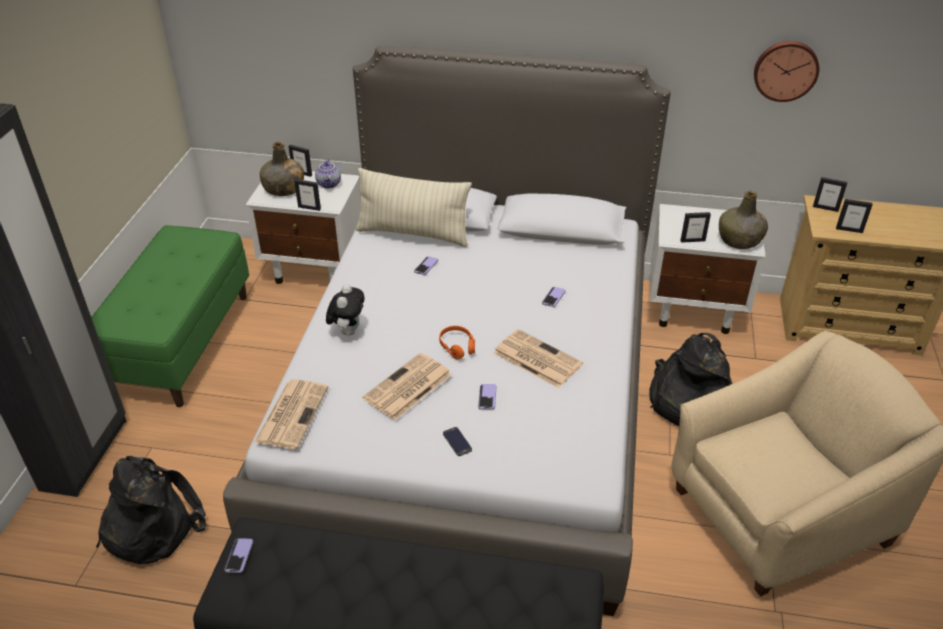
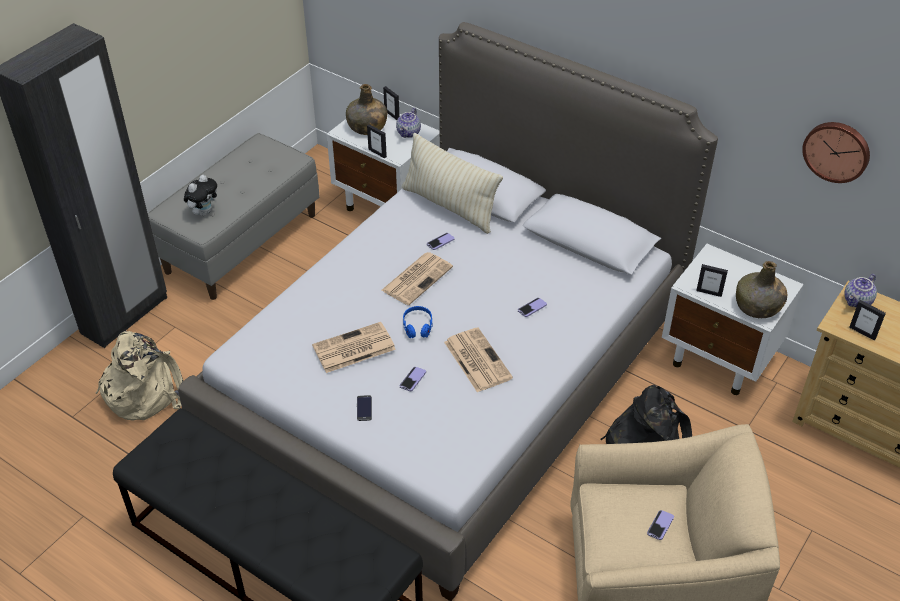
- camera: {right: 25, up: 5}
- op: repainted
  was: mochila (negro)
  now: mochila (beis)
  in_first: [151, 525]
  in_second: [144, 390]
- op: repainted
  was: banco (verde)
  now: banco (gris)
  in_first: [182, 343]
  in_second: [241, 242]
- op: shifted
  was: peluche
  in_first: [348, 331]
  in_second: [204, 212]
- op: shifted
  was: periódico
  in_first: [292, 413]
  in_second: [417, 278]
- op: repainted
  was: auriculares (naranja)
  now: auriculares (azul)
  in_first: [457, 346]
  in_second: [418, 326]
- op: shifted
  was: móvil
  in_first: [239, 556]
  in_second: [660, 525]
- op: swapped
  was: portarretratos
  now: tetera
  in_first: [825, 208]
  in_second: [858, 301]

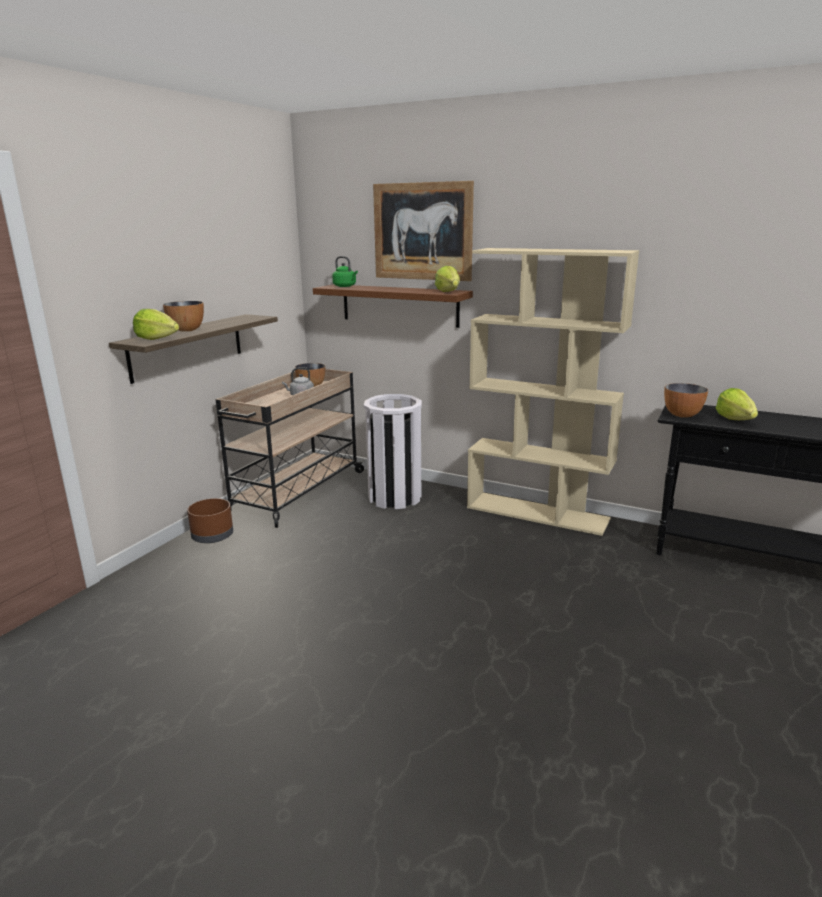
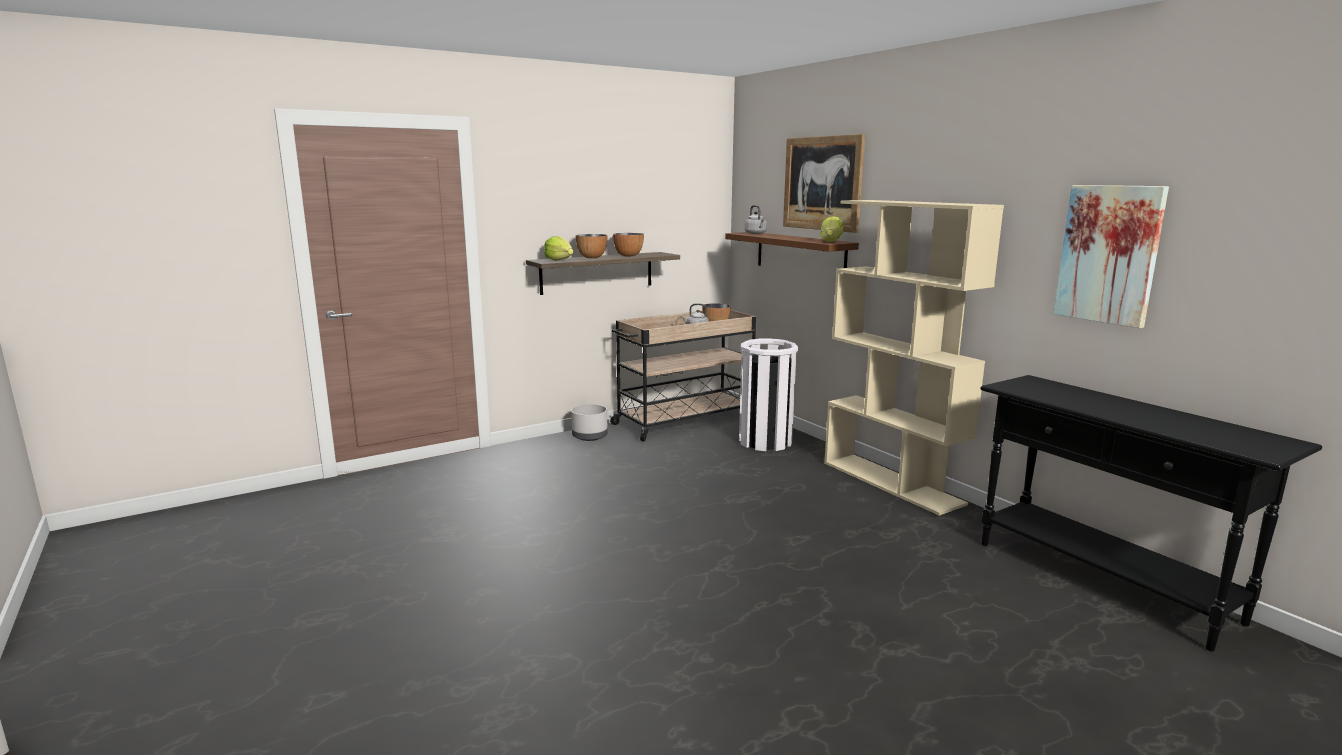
- camera: {right: 30, up: -5}
- op: repainted
  was: maceta (marrón)
  now: maceta (gris)
  in_first: [213, 536]
  in_second: [590, 436]
- op: shifted
  was: cuenco
  in_first: [682, 415]
  in_second: [628, 255]
- op: repainted
  was: hervidor (verde)
  now: hervidor (gris)
  in_first: [345, 286]
  in_second: [756, 233]
- op: new
  now: cuadro
  in_second: [1109, 254]
- op: gone
  was: lechuga
  in_first: [735, 419]

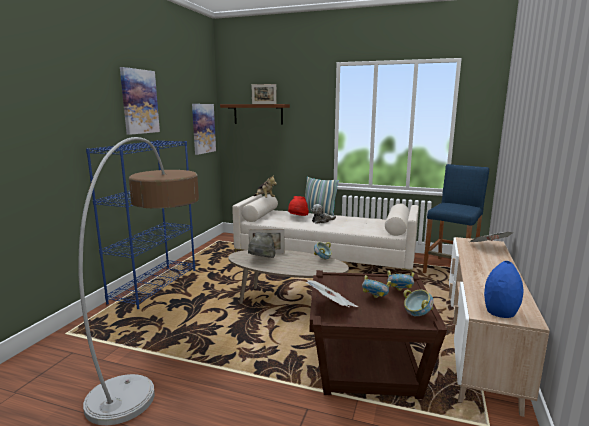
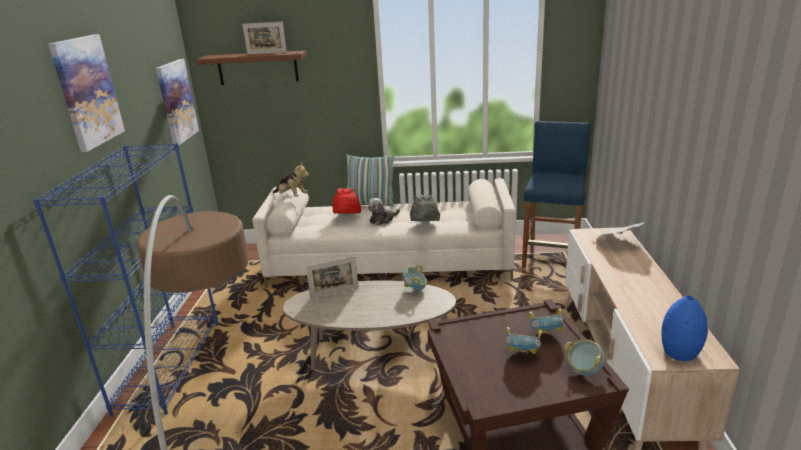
- camera: {right: -15, up: 10}
- op: shifted
  was: sombrero (gris)
  in_first: [261, 260]
  in_second: [425, 225]
- op: gone
  was: periódico
  in_first: [331, 306]

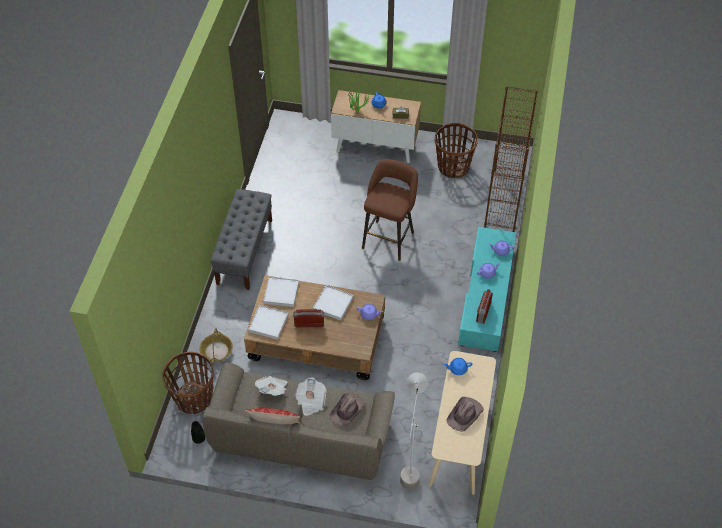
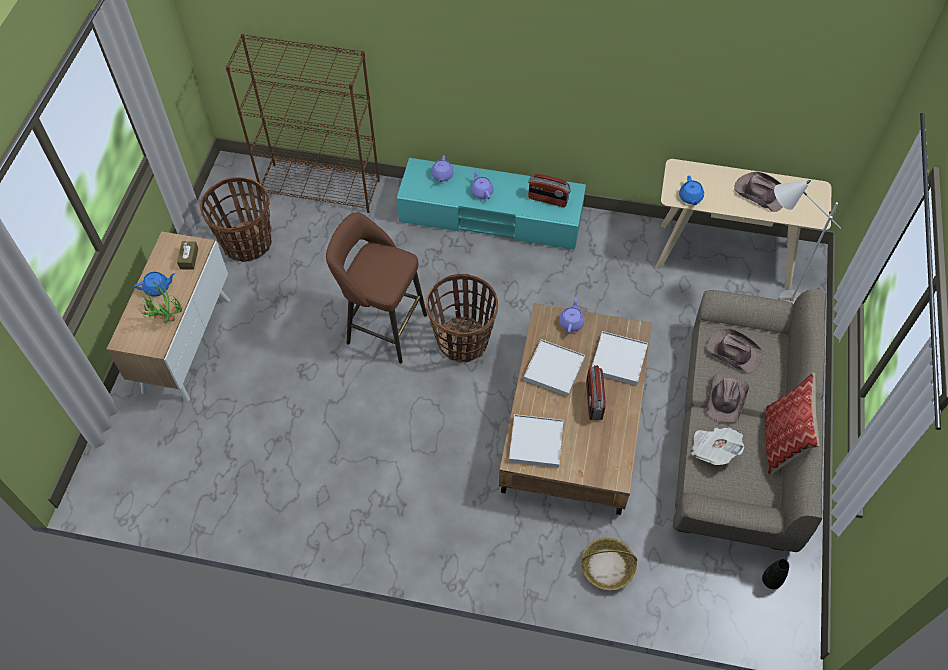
- camera: {right: -90, up: 5}
- op: shifted
  was: cesta
  in_first: [194, 399]
  in_second: [463, 341]
- op: shifted
  was: bandeja (blanco)
  in_first: [268, 323]
  in_second: [618, 359]
- op: swapped
  was: periódico
  now: sombrero (marrón)
  in_first: [311, 401]
  in_second: [726, 398]
- op: gone
  was: banco (gris)
  in_first: [244, 251]

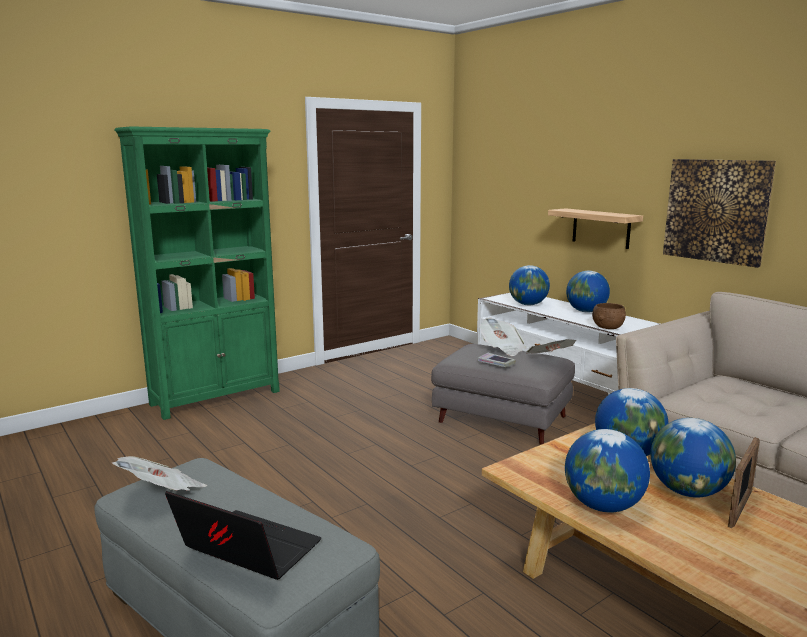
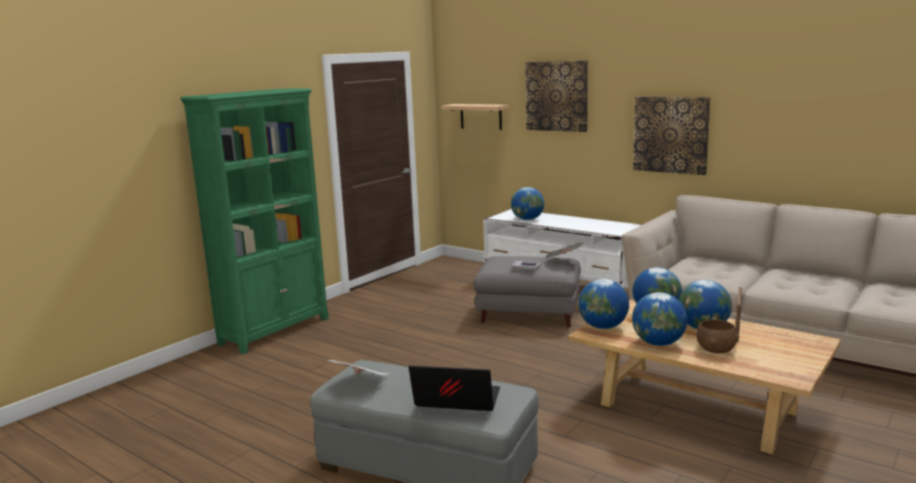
- camera: {right: -15, up: 0}
- op: shifted
  was: estante
  in_first: [601, 228]
  in_second: [481, 116]
- op: new
  now: cuadro
  in_second: [557, 96]
- op: shifted
  was: globo terráqueo
  in_first: [586, 311]
  in_second: [603, 327]
- op: shifted
  was: cuenco (marrón)
  in_first: [608, 327]
  in_second: [716, 350]
- op: gone
  was: periódico
  in_first: [502, 349]

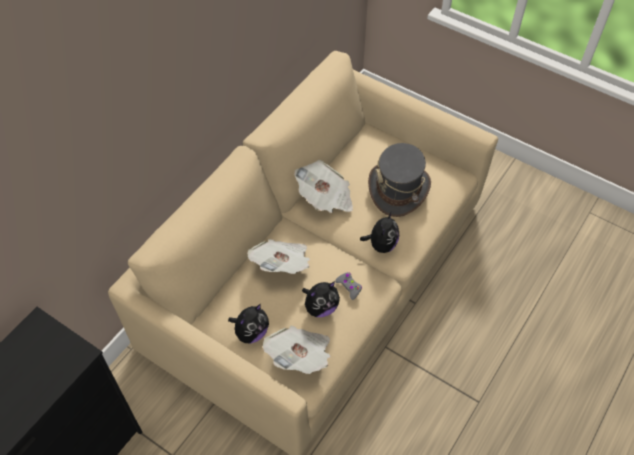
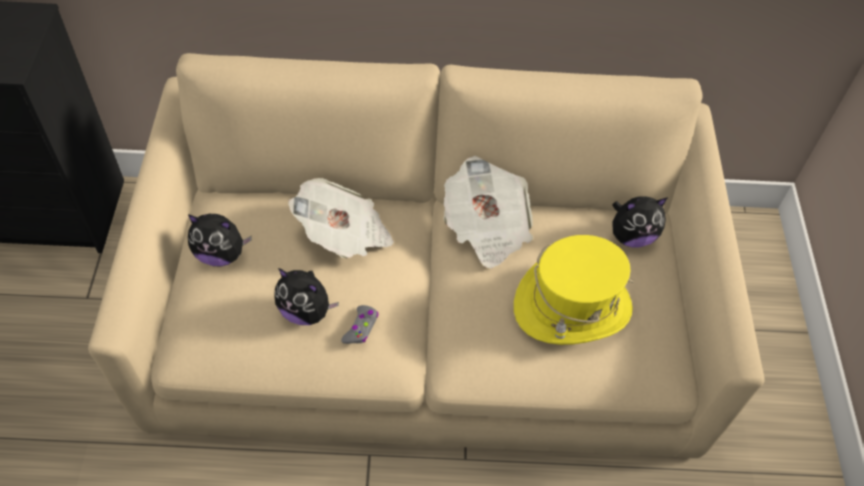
- camera: {right: 55, up: 0}
- op: repainted
  was: sombrero (gris)
  now: sombrero (amarillo)
  in_first: [398, 189]
  in_second: [572, 307]
- op: shifted
  was: peluche
  in_first: [381, 245]
  in_second: [631, 236]
- op: gone
  was: periódico
  in_first: [300, 356]

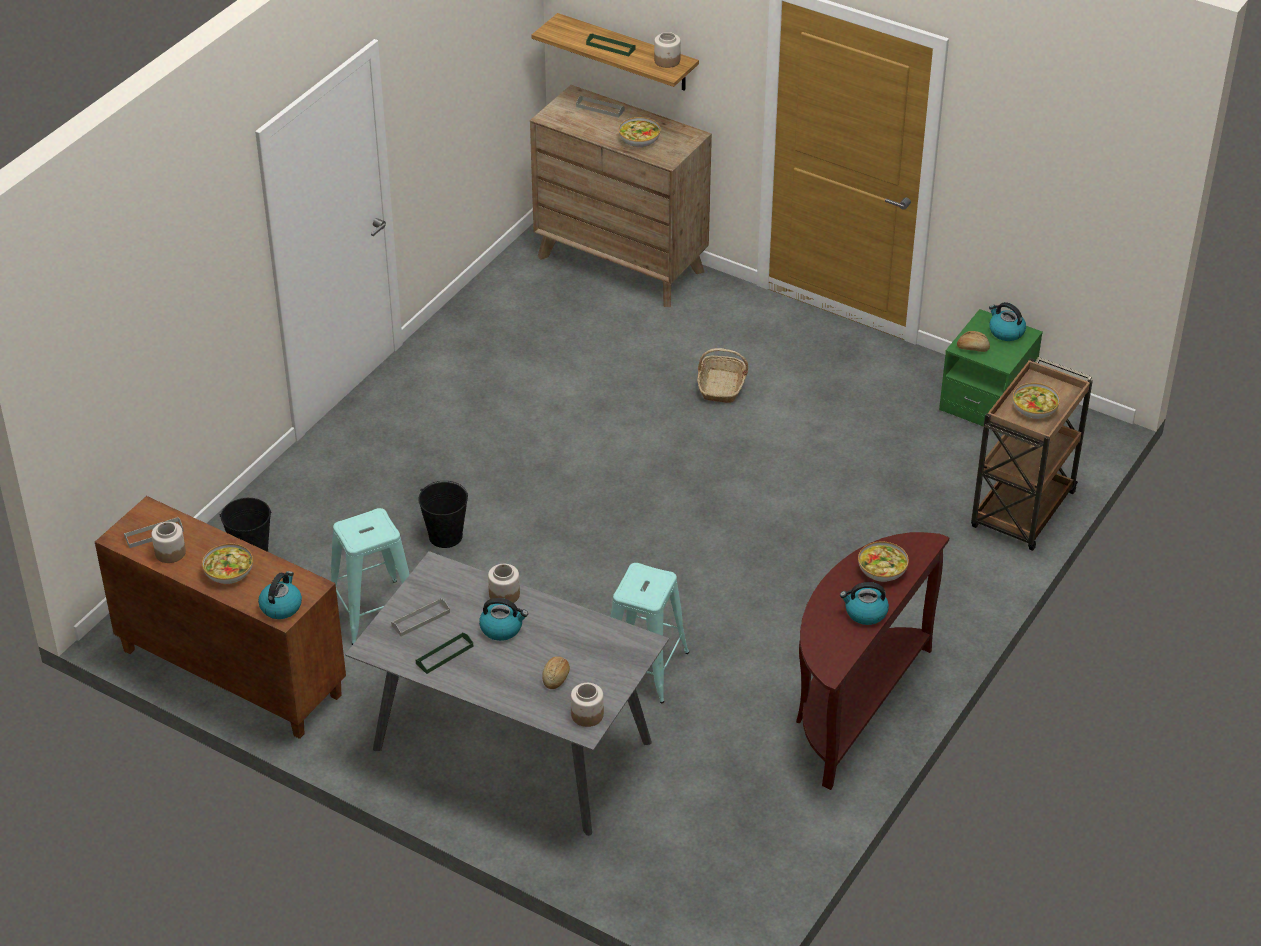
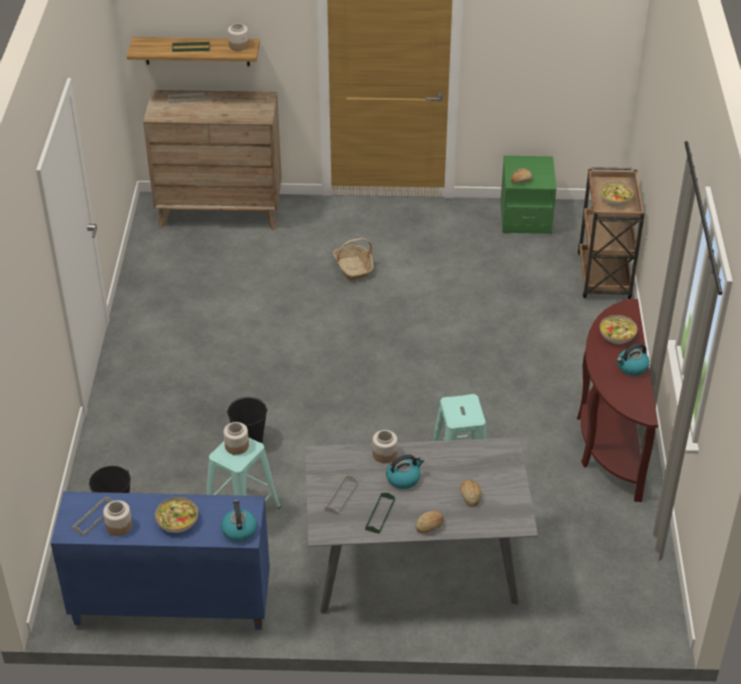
- camera: {right: -30, up: 0}
- op: repainted
  was: armario (marrón)
  now: armario (azul)
  in_first: [229, 673]
  in_second: [170, 605]
- op: shifted
  was: tarro
  in_first: [587, 715]
  in_second: [236, 446]
- op: new
  now: pan
  in_second: [430, 526]
- op: gone
  was: cuenco
  in_first: [639, 140]
- op: gone
  was: hervidor
  in_first: [1005, 332]

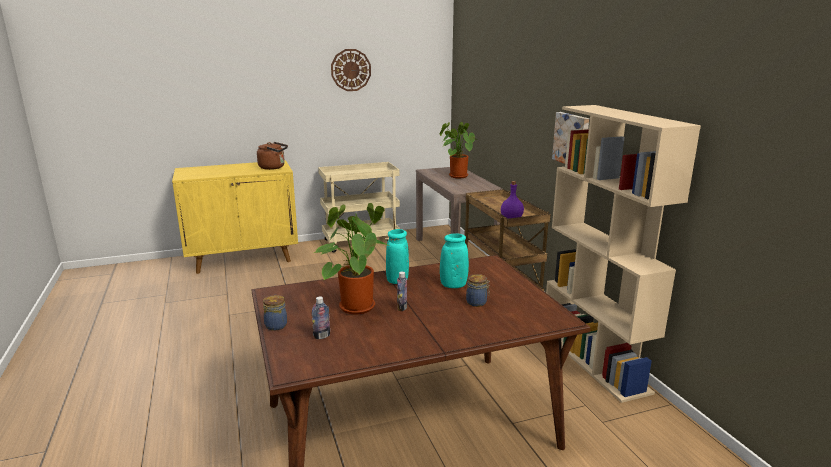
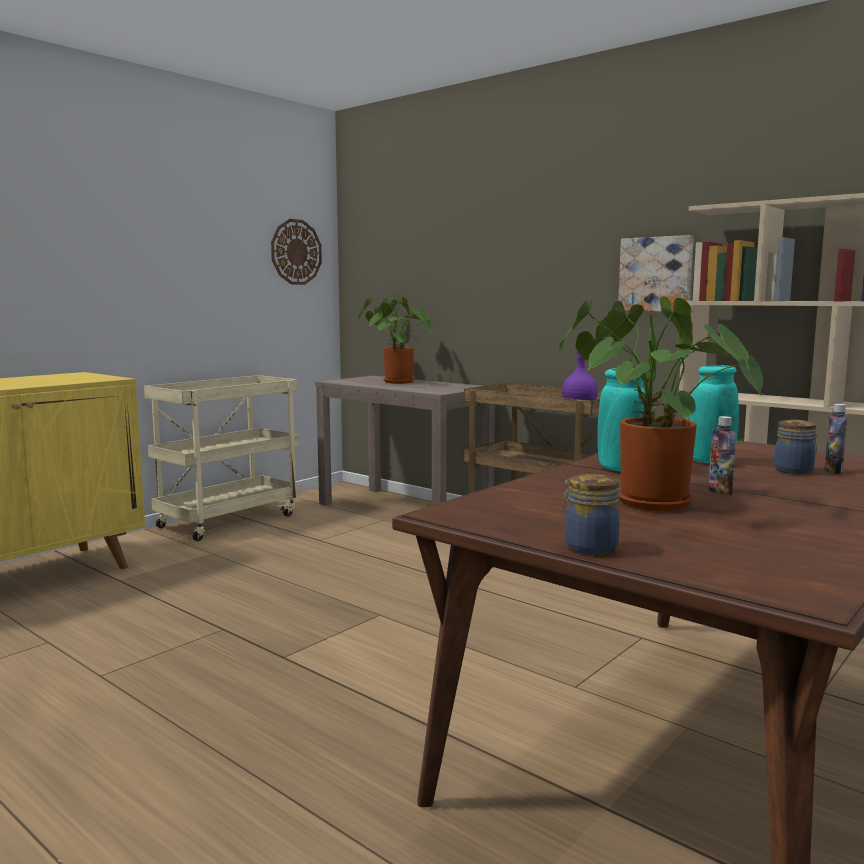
- camera: {right: -30, up: -10}
- op: shifted
  was: reloj de pared
  in_first: [351, 70]
  in_second: [296, 252]
- op: shifted
  was: botella
  in_first: [322, 336]
  in_second: [833, 471]
- op: gone
  was: hervidor (marrón)
  in_first: [273, 167]

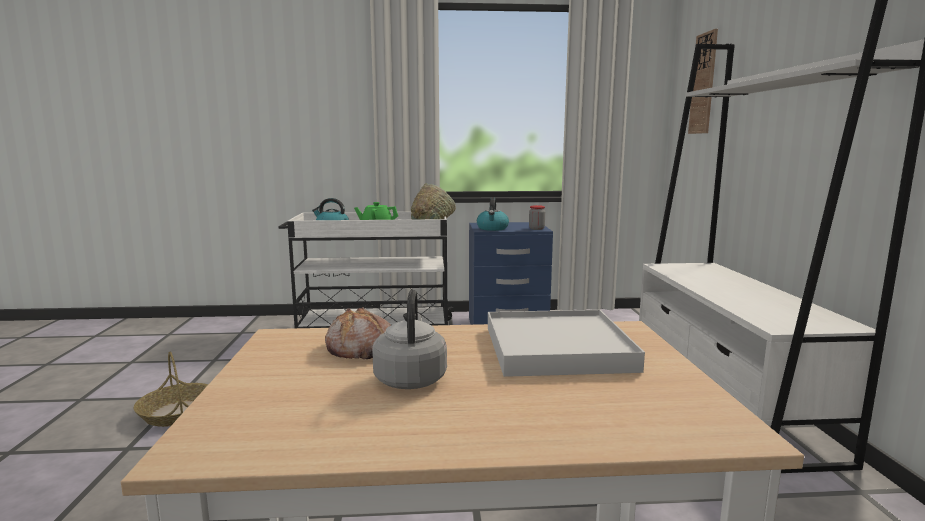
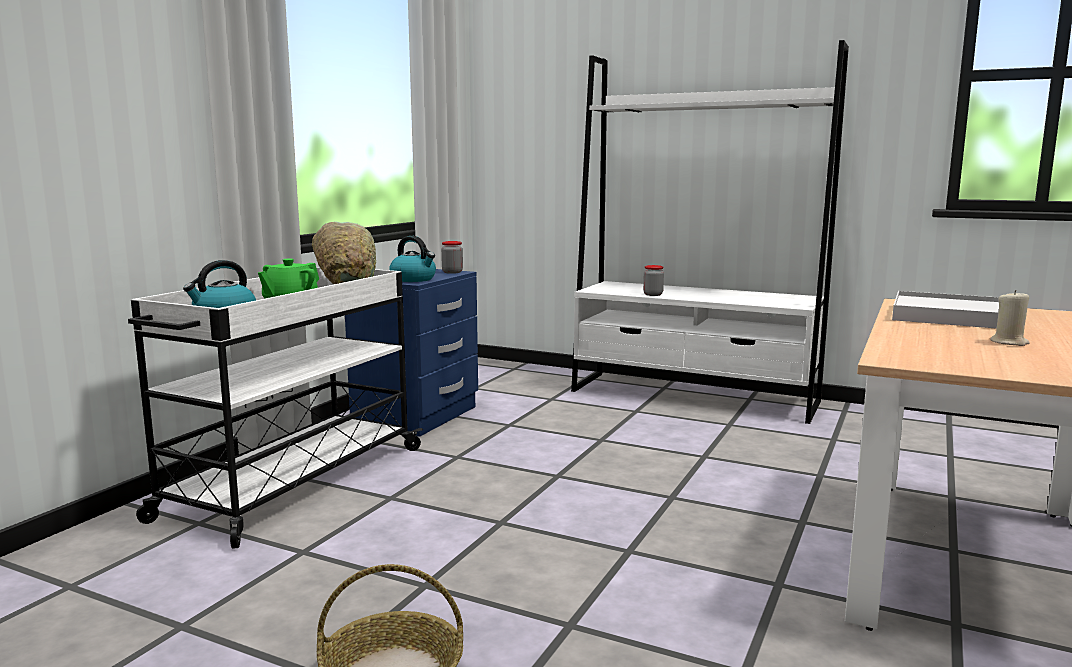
- camera: {right: -60, up: 0}
- op: new
  now: tarro
  in_second: [653, 294]
- op: swapped
  was: hervidor (gris)
  now: vela (beis)
  in_first: [411, 378]
  in_second: [1009, 342]
- op: gone
  was: pan
  in_first: [359, 349]
- op: gone
  was: reloj de pared
  in_first: [703, 83]

